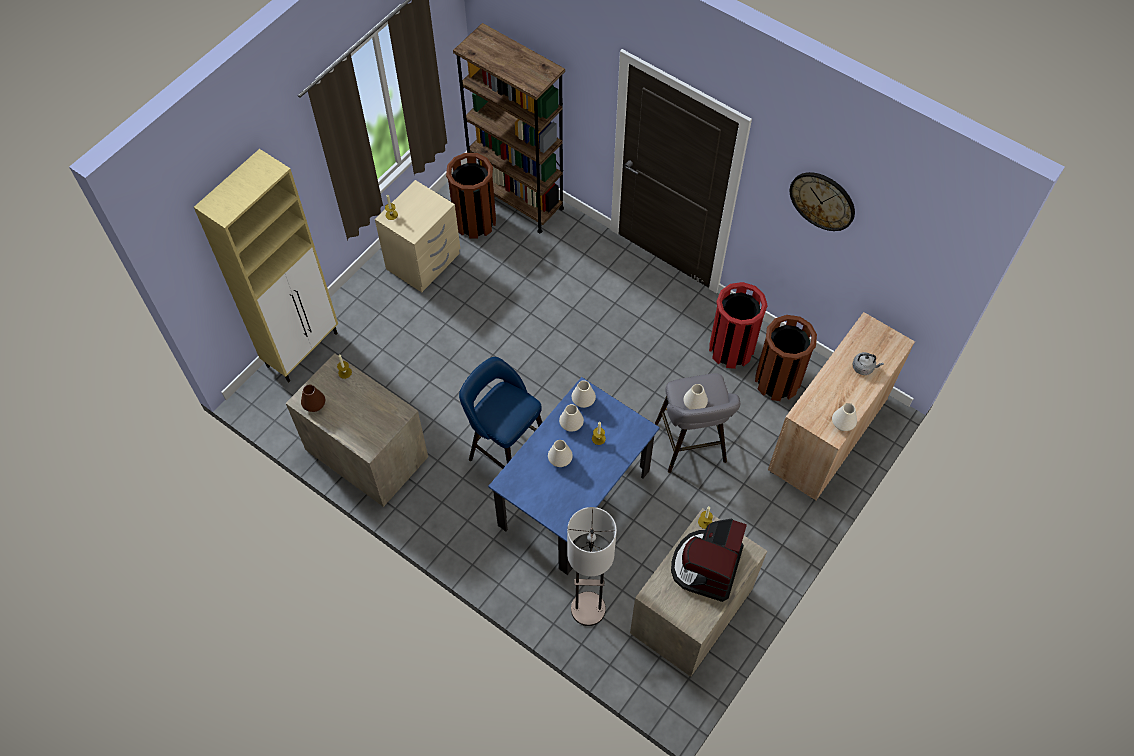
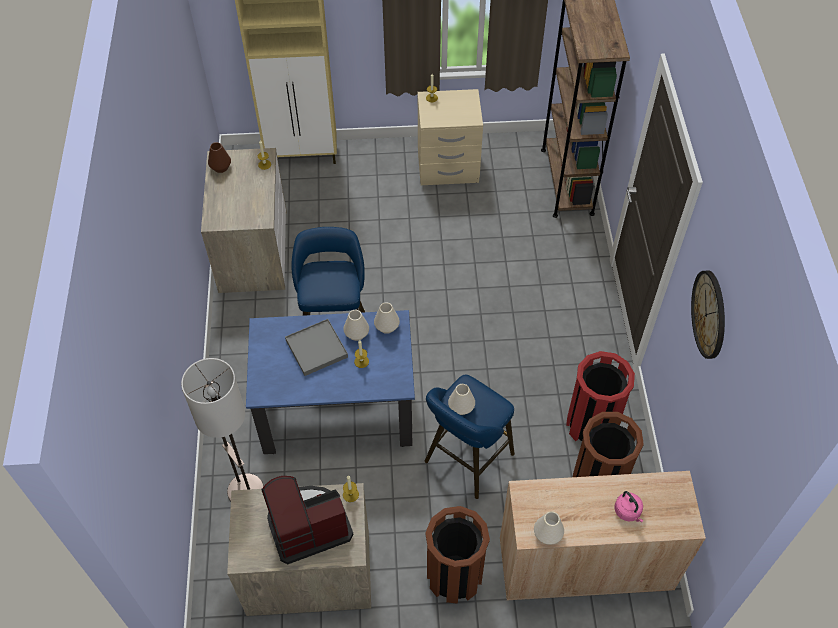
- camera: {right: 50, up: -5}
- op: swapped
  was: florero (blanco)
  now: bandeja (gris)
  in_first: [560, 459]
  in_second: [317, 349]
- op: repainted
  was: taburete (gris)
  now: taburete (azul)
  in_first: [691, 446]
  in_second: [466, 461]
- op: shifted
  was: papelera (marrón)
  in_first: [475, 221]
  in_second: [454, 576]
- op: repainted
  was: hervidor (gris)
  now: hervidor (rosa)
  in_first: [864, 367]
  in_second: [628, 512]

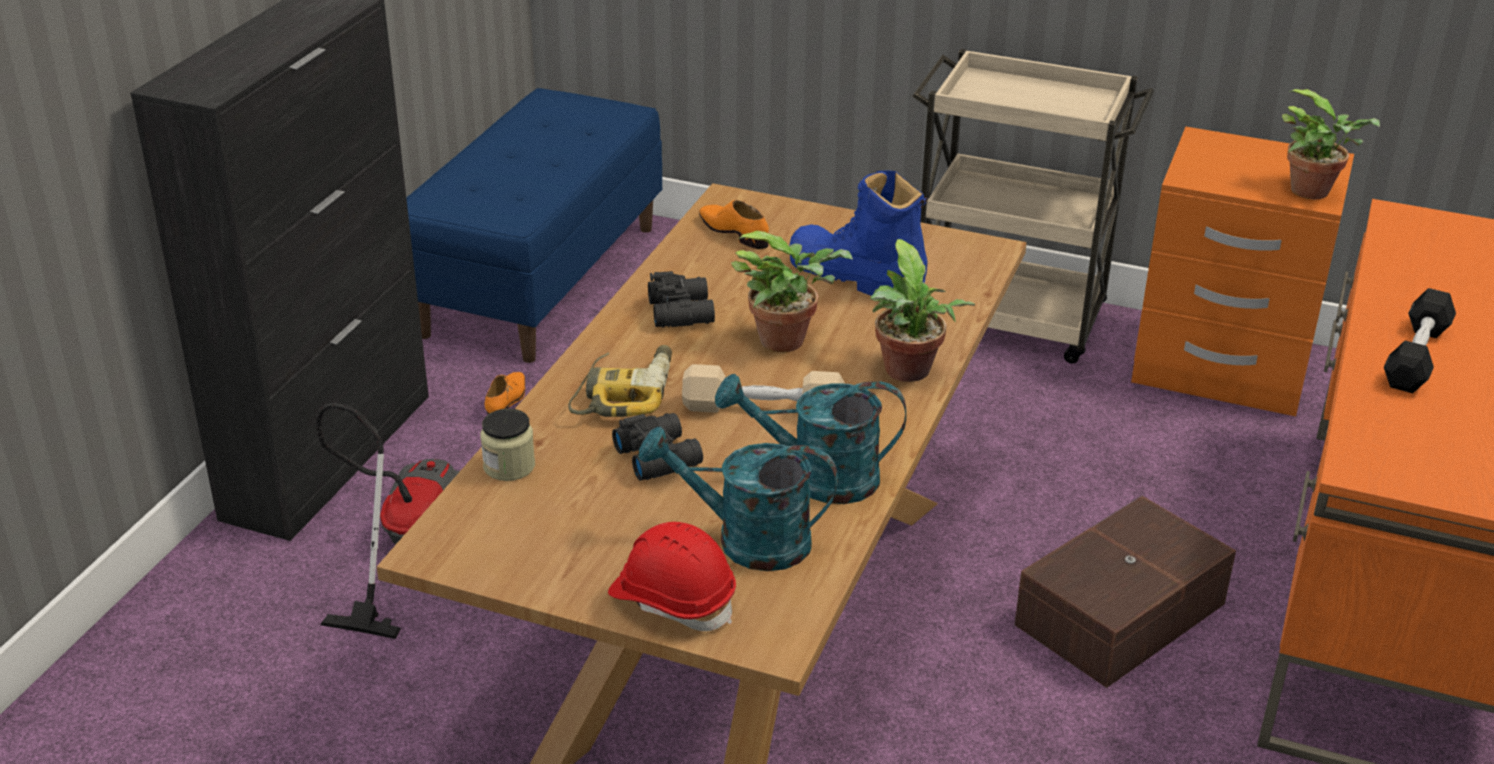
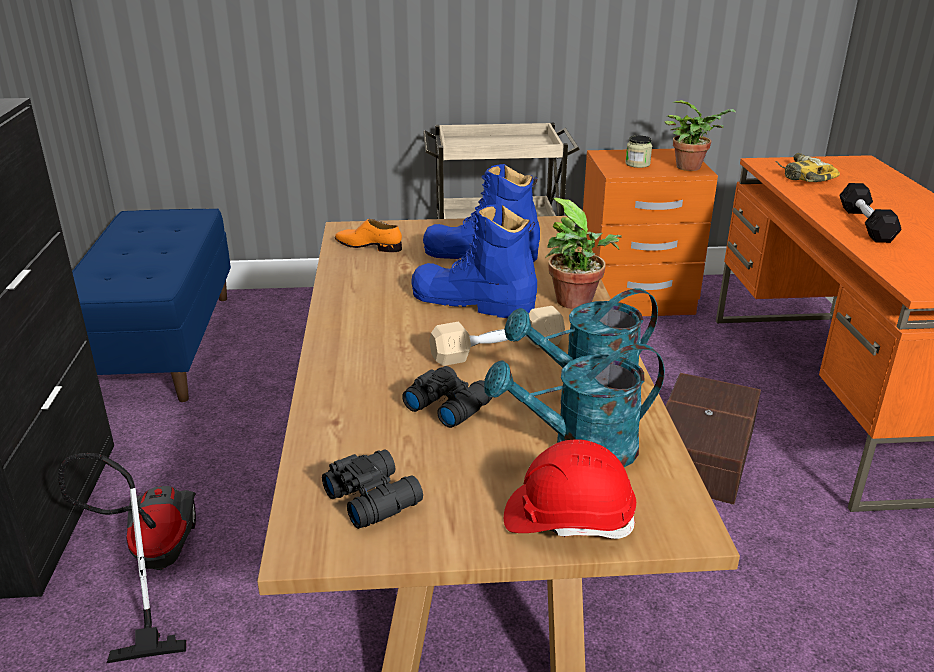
- camera: {right: -25, up: -5}
- op: shifted
  was: prismáticos (negro)
  in_first: [682, 311]
  in_second: [373, 497]
- op: swapped
  was: planta en maceta
  now: bota (azul)
  in_first: [788, 340]
  in_second: [472, 302]
- op: shifted
  was: tarro
  in_first: [509, 466]
  in_second: [637, 164]
- op: shifted
  was: taladro
  in_first: [624, 392]
  in_second: [801, 176]
- op: gone
  was: zapato (naranja)
  in_first: [507, 401]

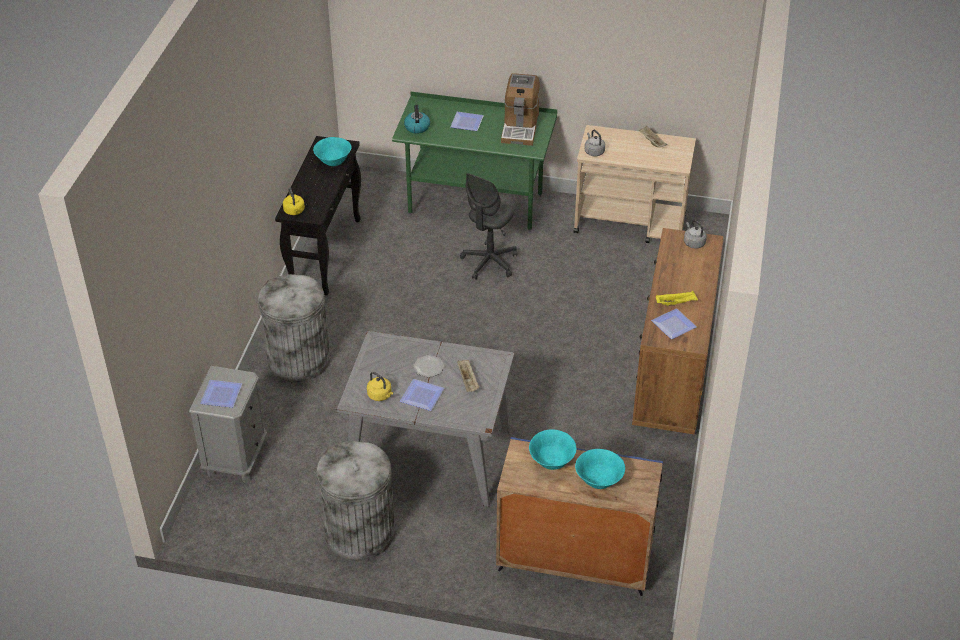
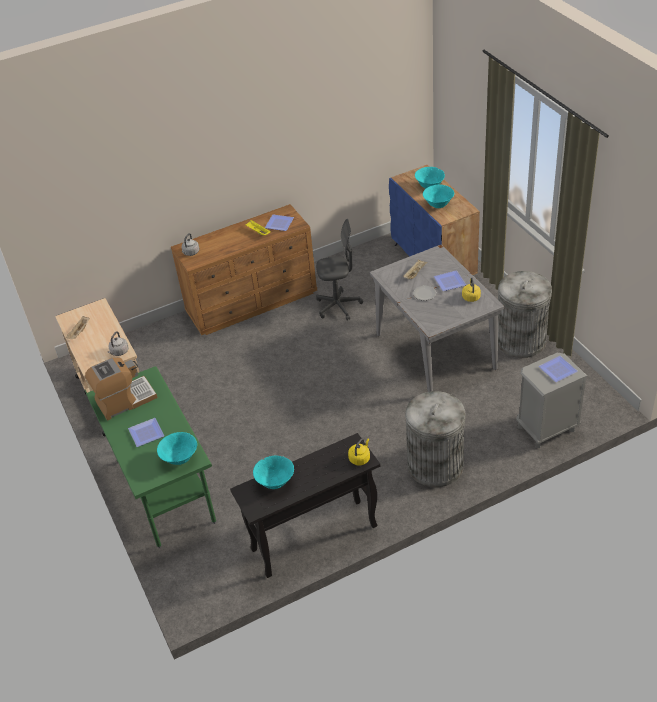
- camera: {right: -125, up: 0}
- op: swapped
  was: hervidor
  now: cuenco (turquesa)
  in_first: [417, 127]
  in_second: [180, 458]
- op: shifted
  was: silla de oficina (gris)
  in_first: [489, 262]
  in_second: [338, 306]

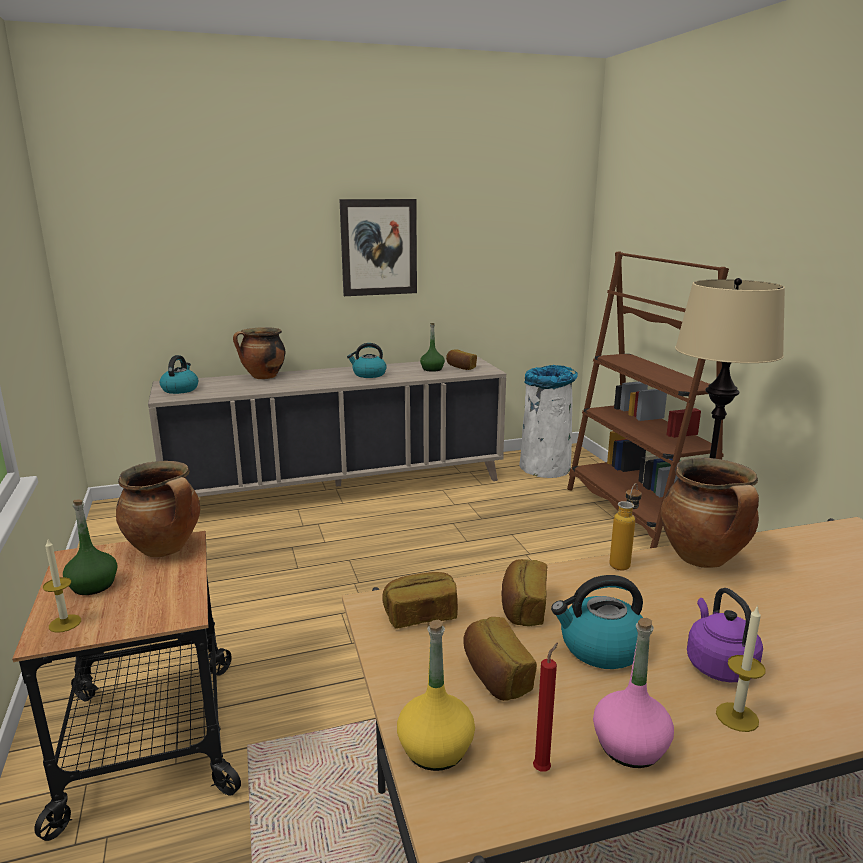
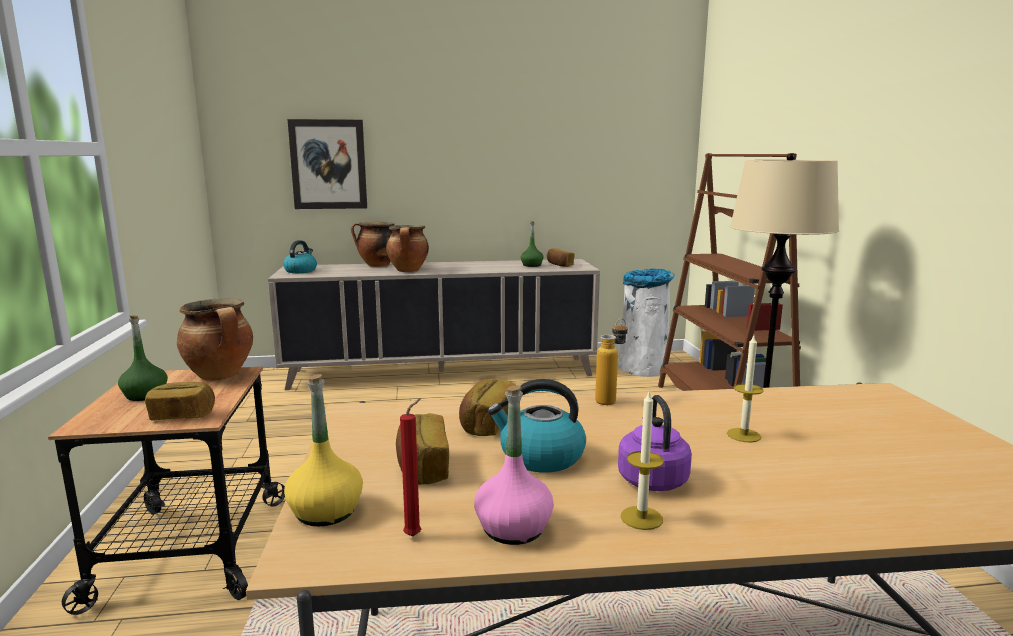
- camera: {right: 10, up: -5}
- op: shifted
  was: pan
  in_first: [421, 615]
  in_second: [182, 415]
- op: shifted
  was: cuadro
  in_first: [379, 247]
  in_second: [328, 164]
- op: shifted
  was: olla
  in_first: [704, 559]
  in_second: [408, 271]
- op: shifted
  was: vela
  in_first: [65, 623]
  in_second: [743, 435]
- op: gone
  was: hervidor
  in_first: [368, 374]

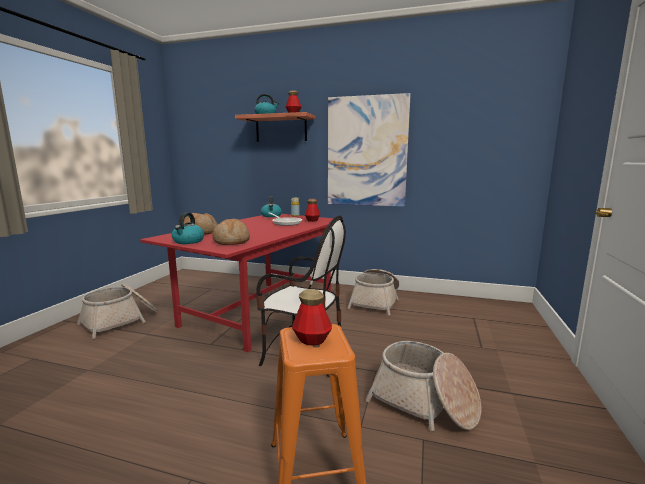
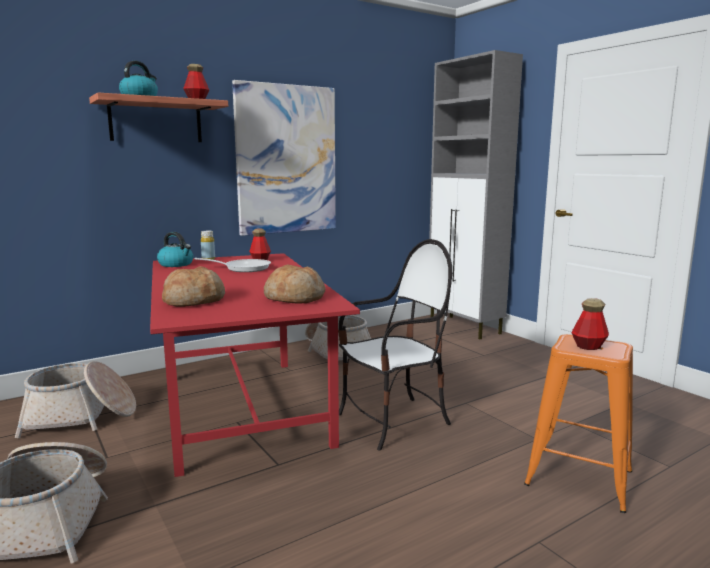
- camera: {right: -50, up: 0}
- op: shifted
  was: cesta
  in_first: [424, 402]
  in_second: [81, 417]
- op: new
  now: armario (gris)
  in_second: [465, 327]
- op: gone
  was: hervidor
  in_first: [188, 241]

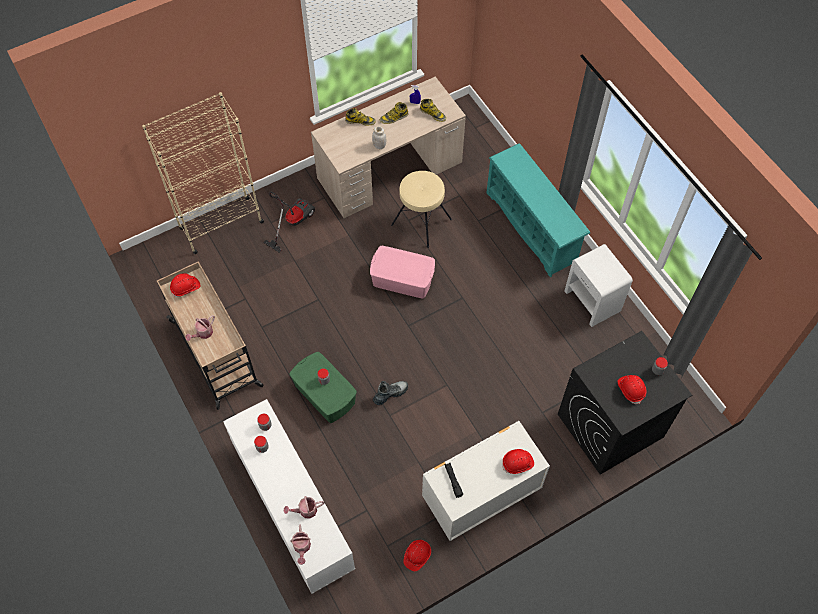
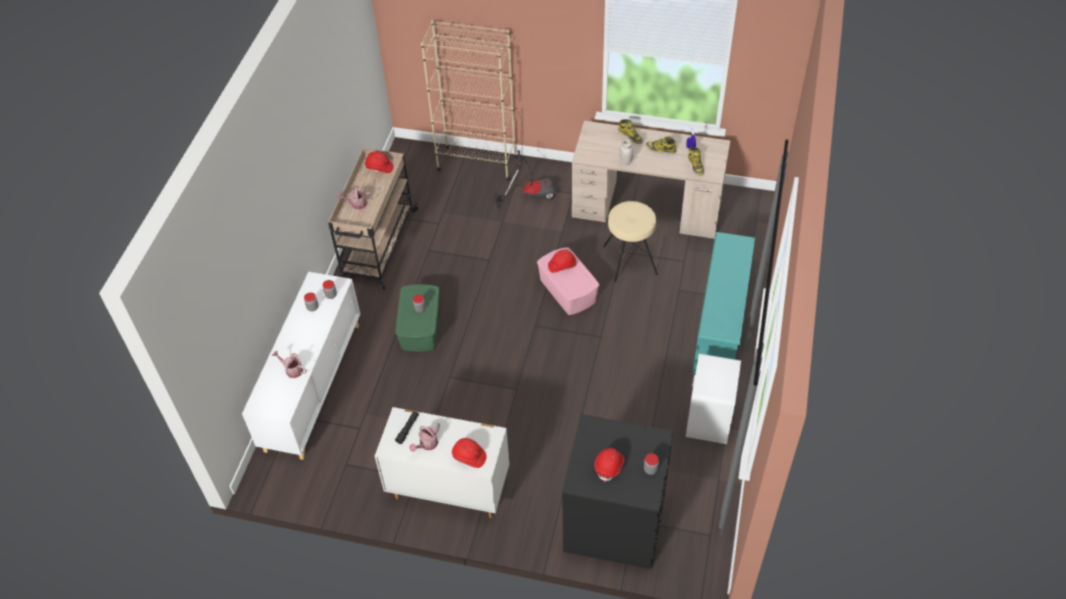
- camera: {right: 45, up: -10}
- op: shifted
  was: regadera
  in_first: [302, 547]
  in_second: [427, 444]
- op: shifted
  was: casco (rojo)
  in_first: [417, 556]
  in_second: [562, 265]
- op: gone
  was: bota
  in_first: [390, 394]

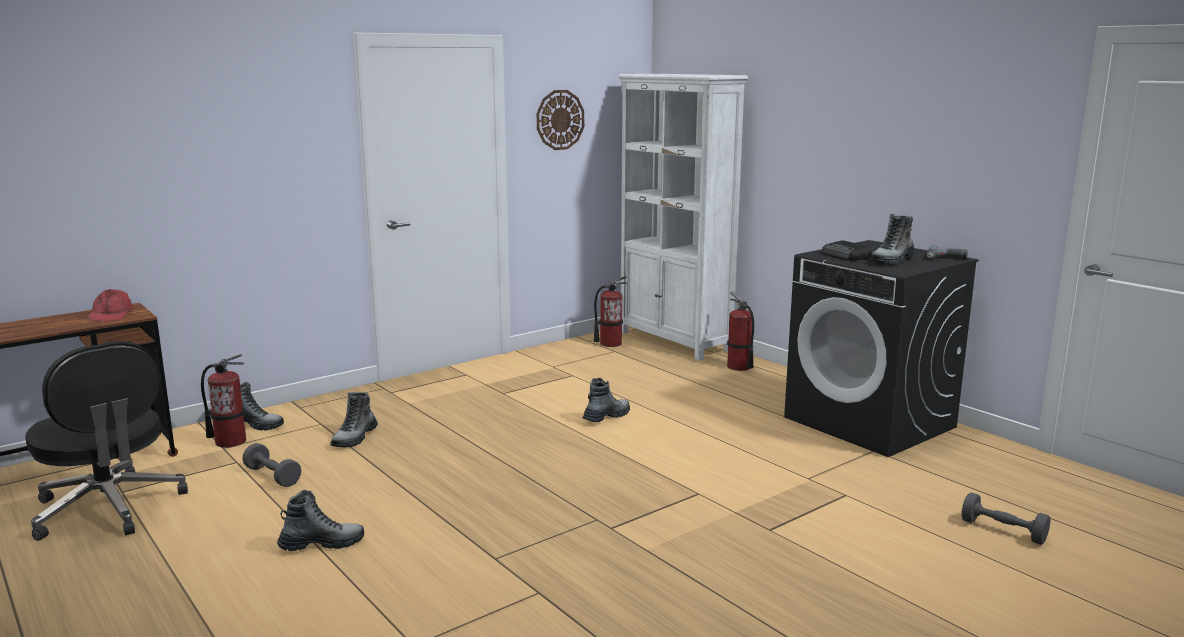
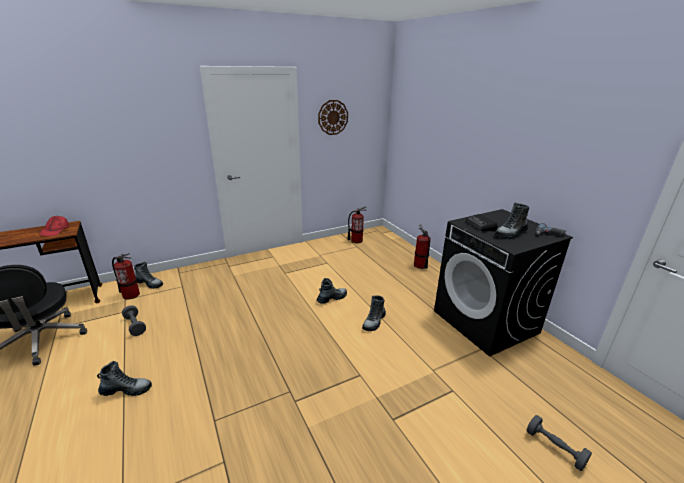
- camera: {right: 10, up: 10}
- op: shifted
  was: bota
  in_first: [355, 438]
  in_second: [374, 322]
- op: gone
  was: estantería (blanco)
  in_first: [674, 341]

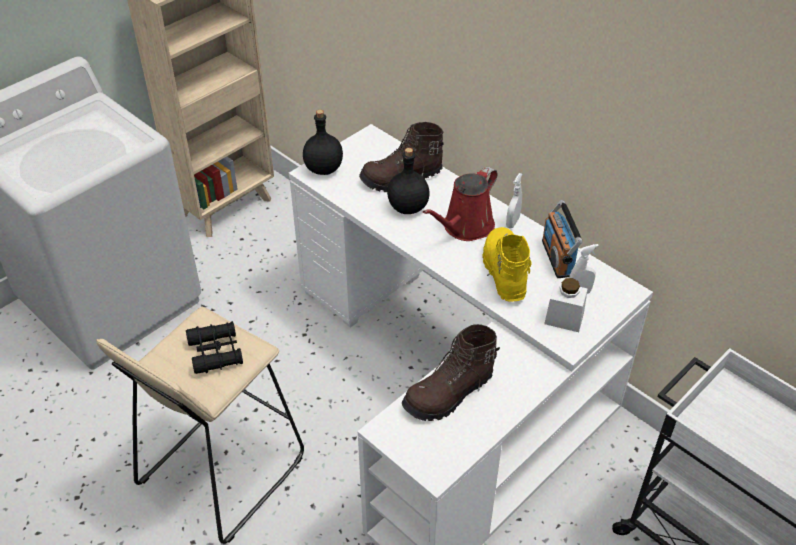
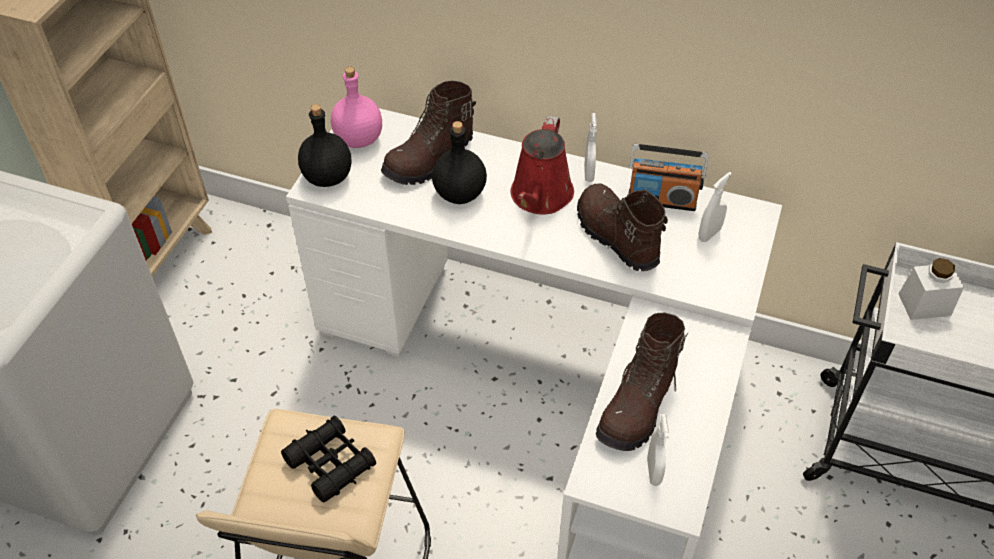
- camera: {right: -25, up: 5}
- op: new
  now: botella (rosa)
  in_second: [359, 140]
- op: repainted
  was: bota (amarillo)
  now: bota (marrón)
  in_first: [503, 272]
  in_second: [615, 237]
- op: rotated
  was: radio
  in_first: [557, 258]
  in_second: [662, 200]
  clockwise: -45
- op: new
  now: pulverizador (blanco)
  in_second: [653, 471]
- op: shifted
  was: tarro (blanco)
  in_first: [564, 318]
  in_second: [924, 304]

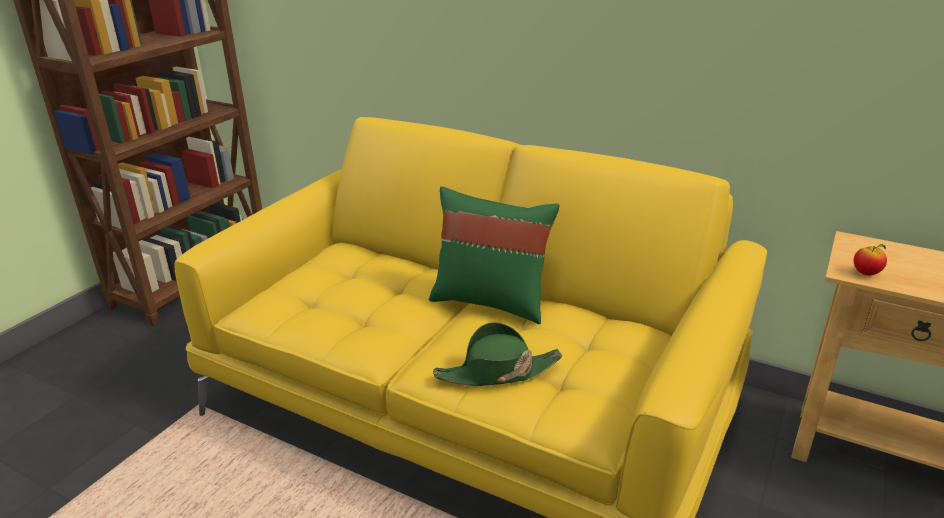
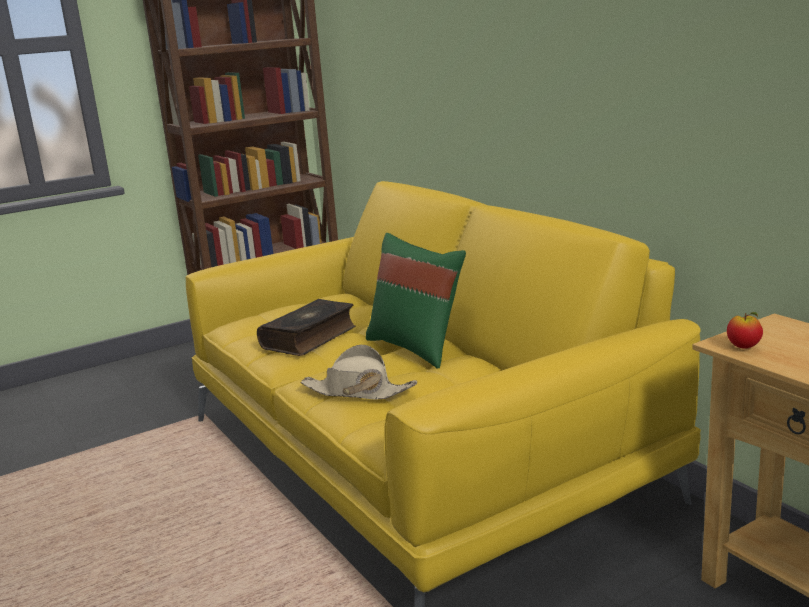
- camera: {right: 30, up: -10}
- op: new
  now: libro
  in_second: [310, 338]
- op: repainted
  was: sombrero (verde)
  now: sombrero (beis)
  in_first: [497, 372]
  in_second: [358, 391]

